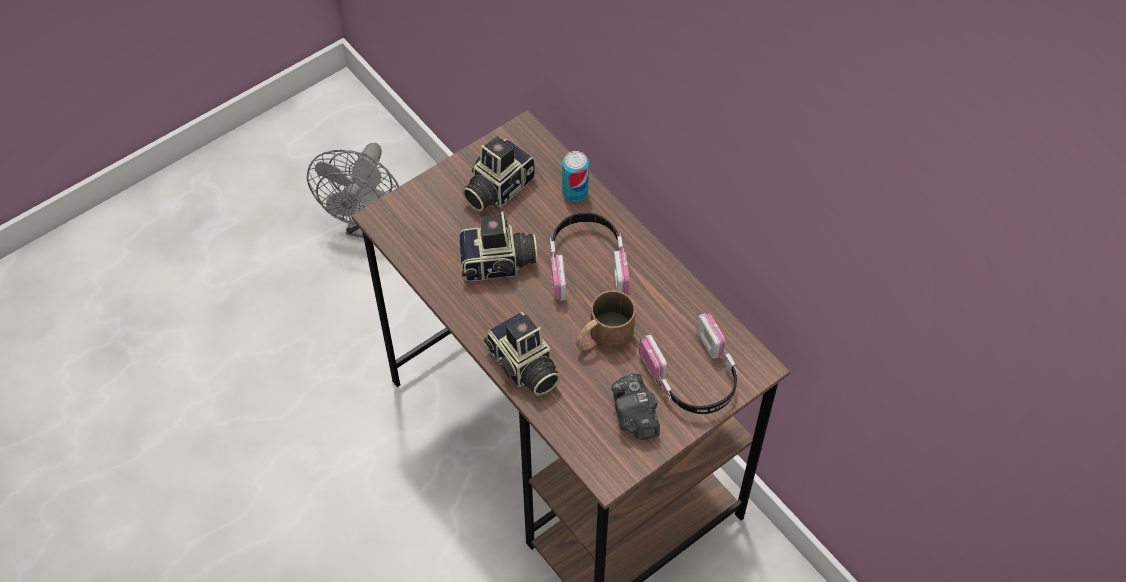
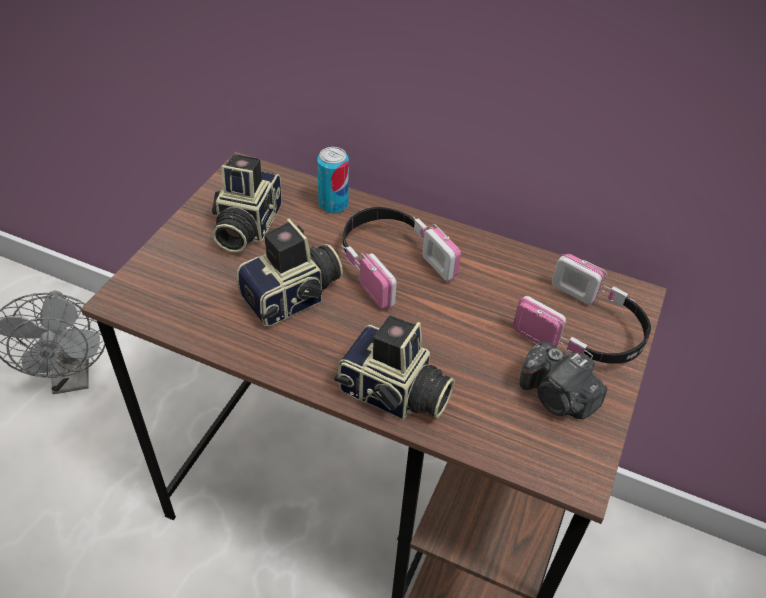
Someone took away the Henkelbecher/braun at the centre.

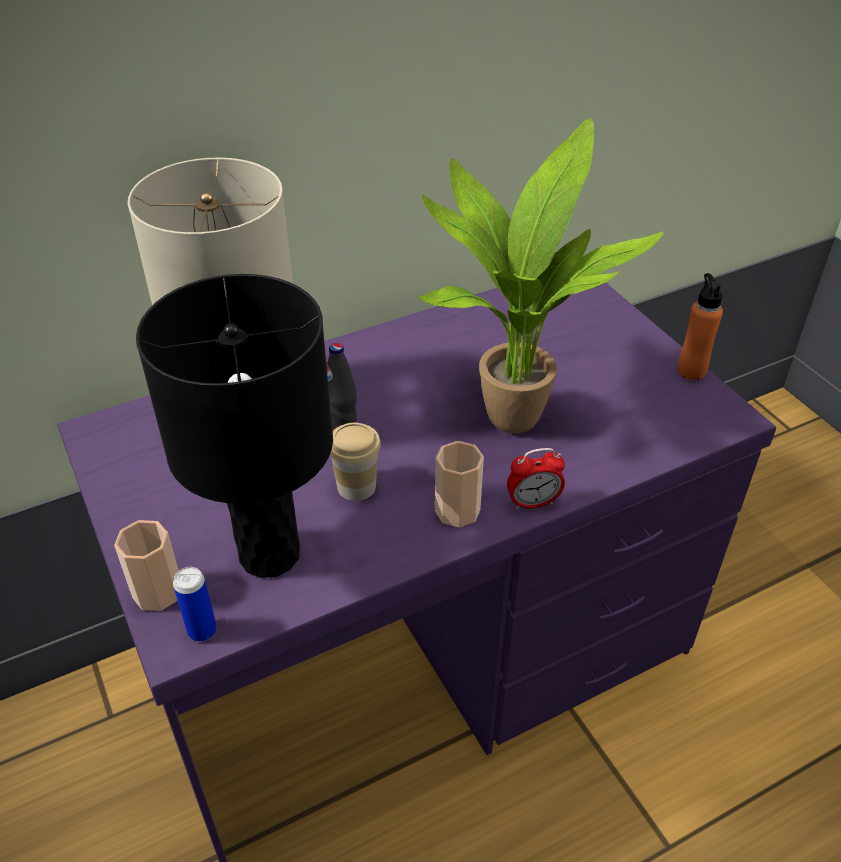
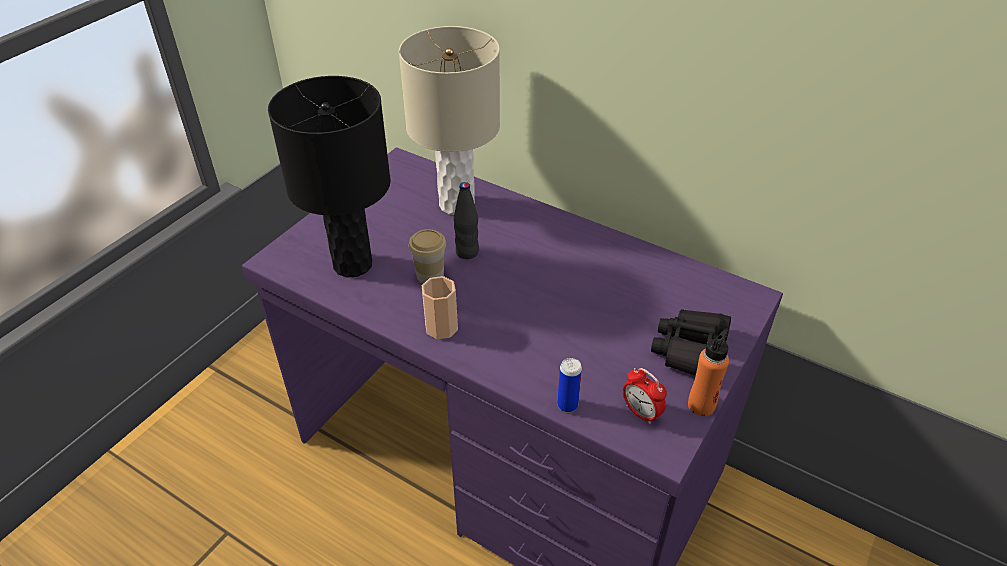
Someone took away the Tasse (1st from left) at the middle left. Someone took away the Topfpflanze at the top centre. Someone put down the Fernglas/schwarz at the middle right. Someone carried the Dose from the bottom left to the bottom centre. Someone carried the Wecker from the centre to the bottom centre.

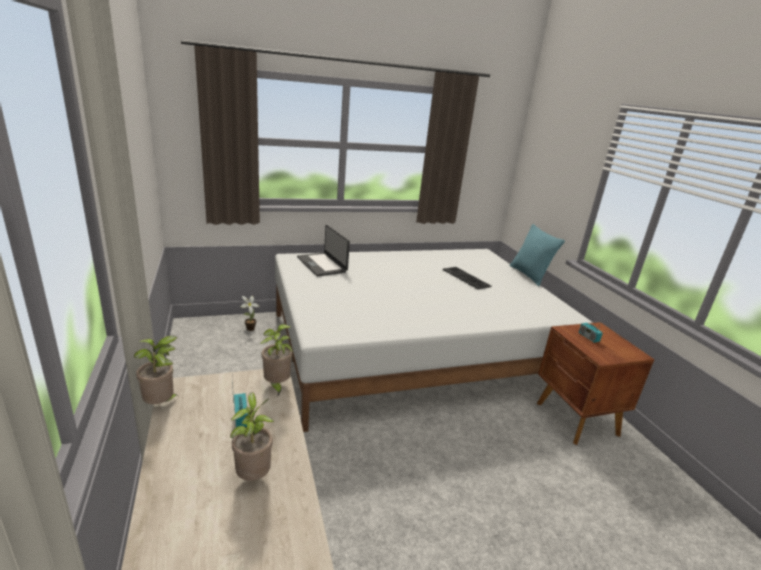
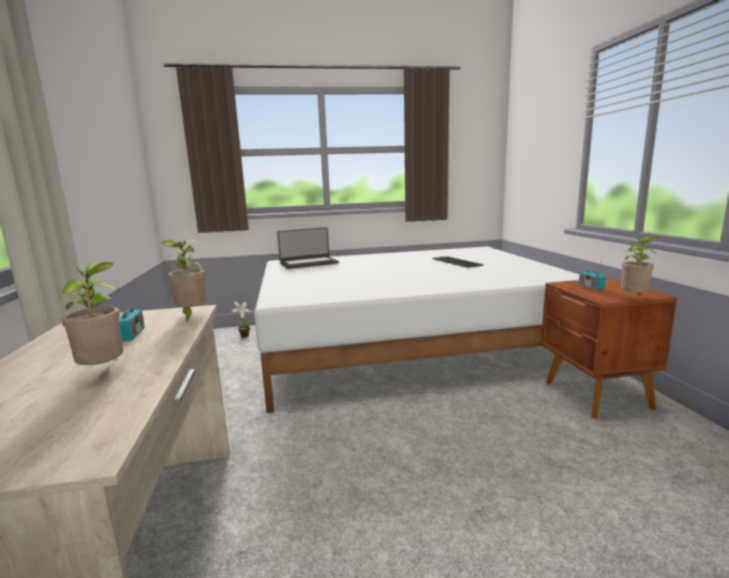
Someone took away the Kissen/türkis at the middle right. Someone carried the Topfpflanze (1st from left in the first image) from the middle left to the middle right. Someone rotated the Laptop at the centre by 90 degrees counterclockwise.

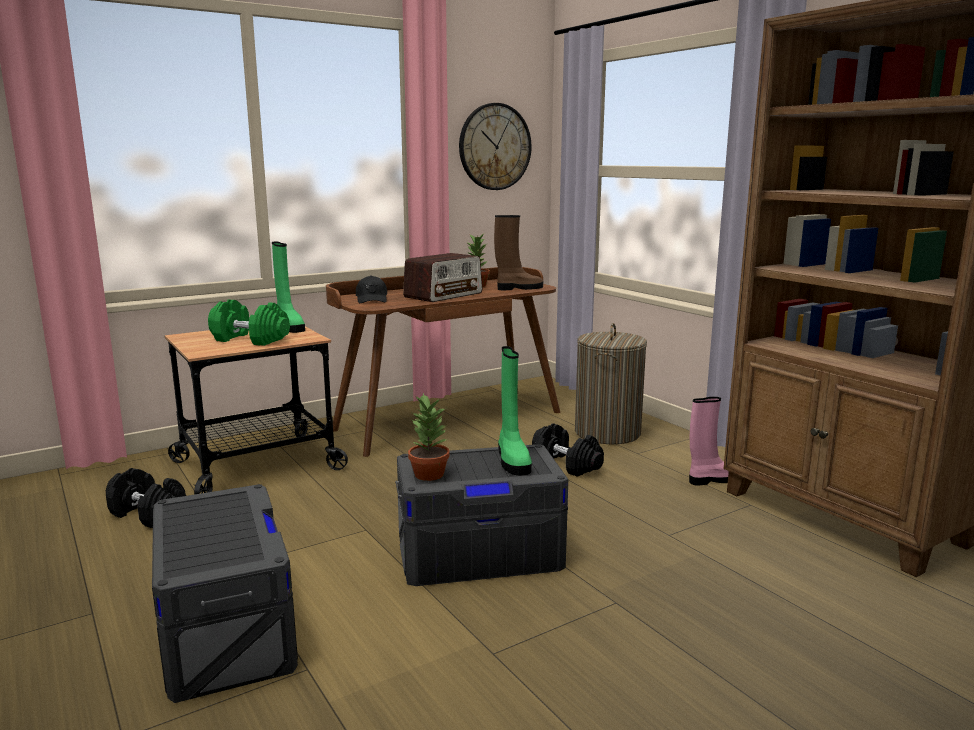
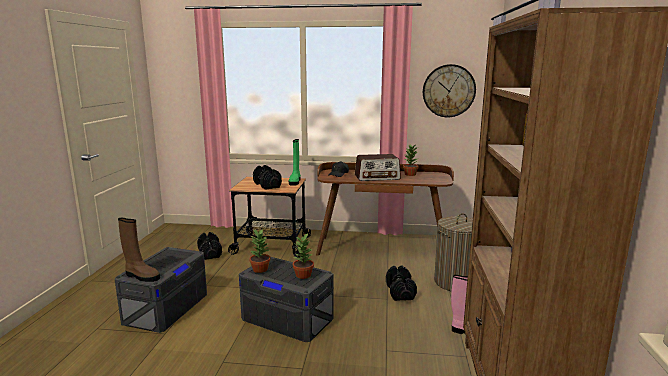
Someone carried the Stiefel/braun from the centre to the middle left. Someone swapped the Stiefel/grün (2nd from left) at the centre for the Topfpflanze (2nd from left) at the bottom centre. Someone repainted the Hantel/grün at the middle left, which became the Hantel/schwarz (2nd from left) at the centre.

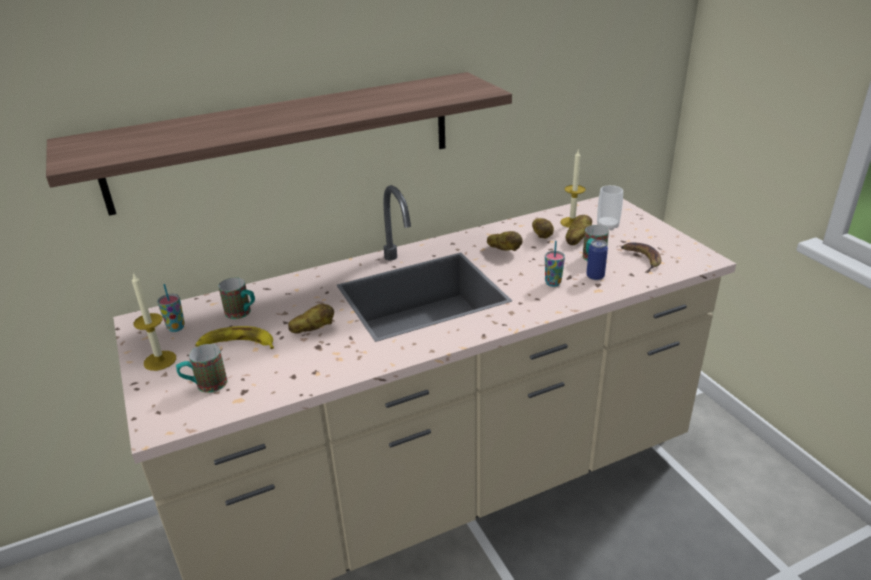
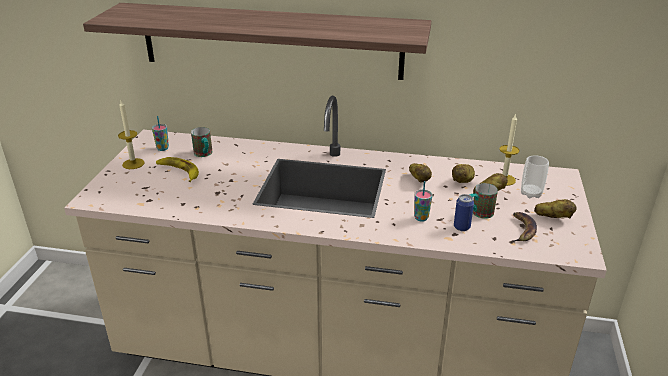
Someone took away the Henkelbecher (1st from left) at the middle left. Someone carried the Kartoffel (1st from left in the first image) from the centre to the middle right.

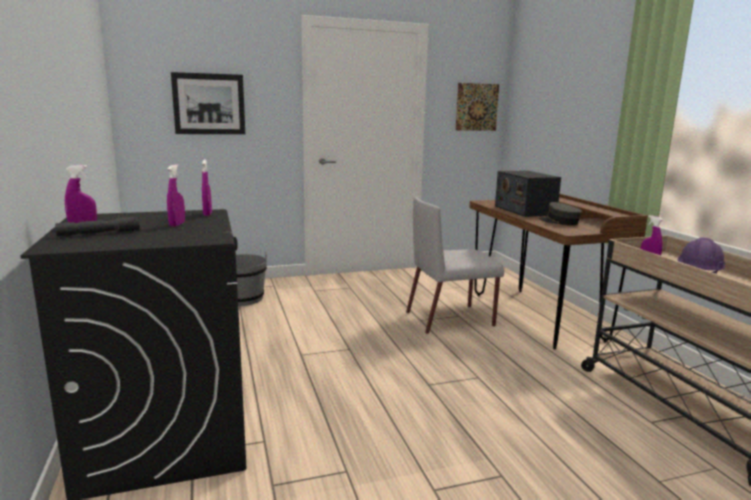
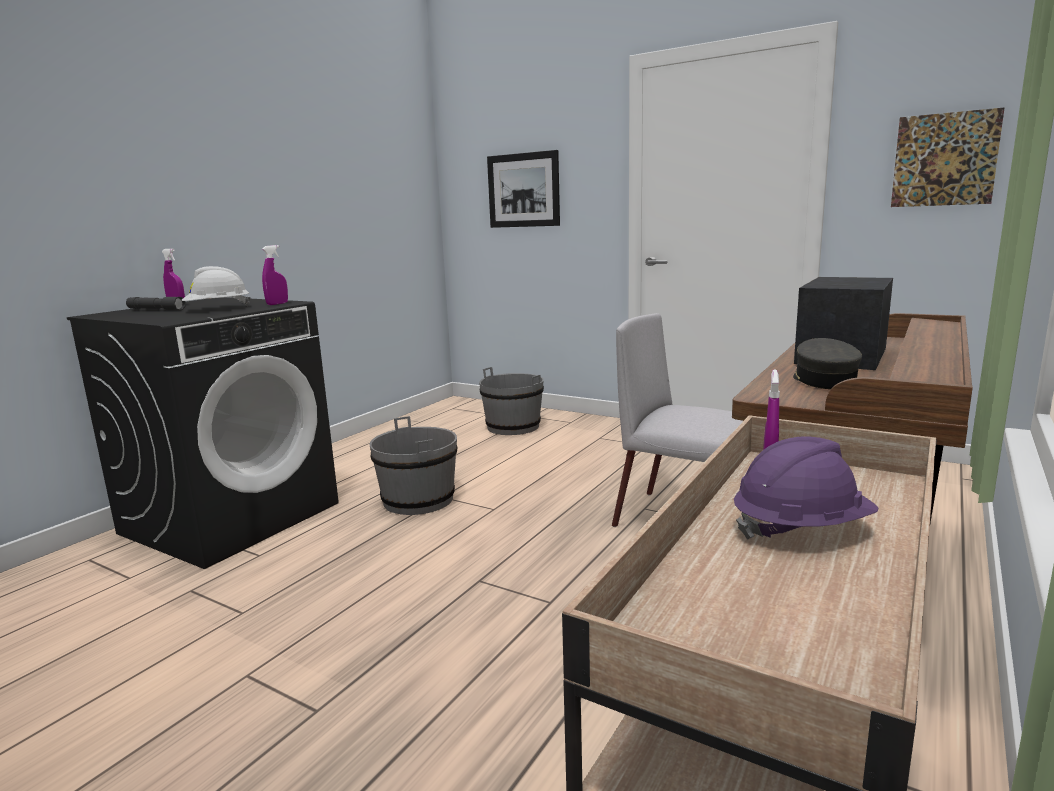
Someone put down the Eimer/grau (1st from left) at the centre. Someone swapped the Sprühflasche/lila (2nd from left) at the middle left for the Schutzhelm/weiß at the middle left.

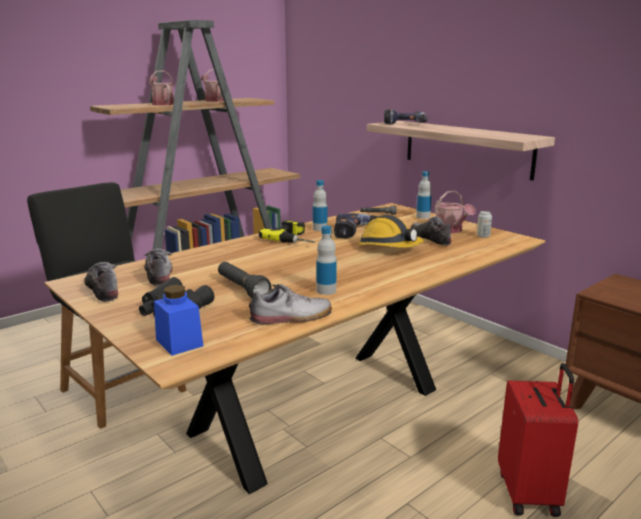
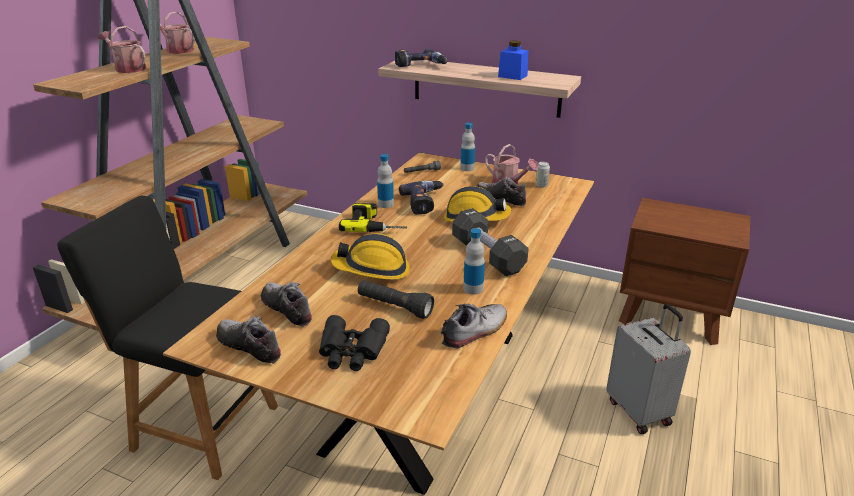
Someone put down the Schutzhelm (1st from left) at the centre. Someone put down the Hantel/schwarz at the centre. Someone carried the Vorratsglas/blau from the middle left to the top centre. Someone repainted the Koffer/rot at the bottom right, which became the Koffer/grau at the bottom right.

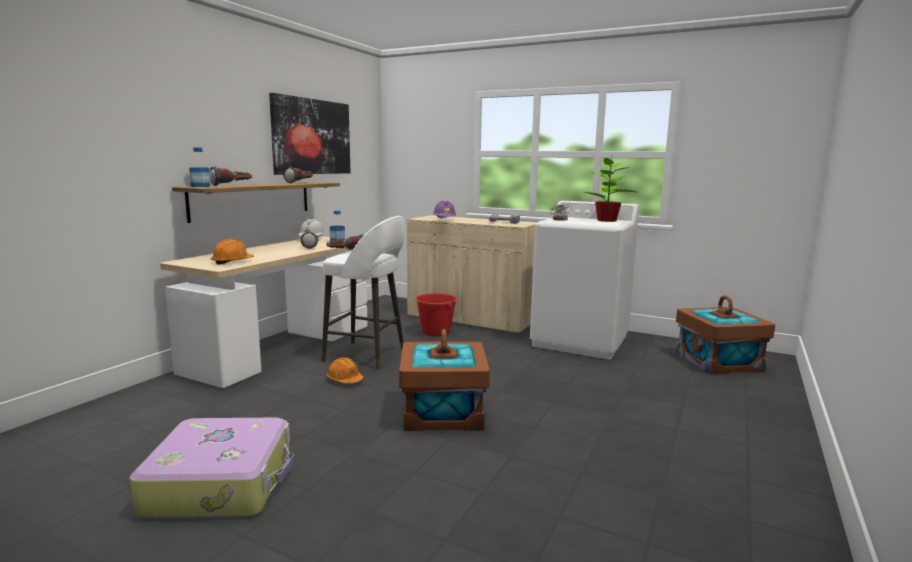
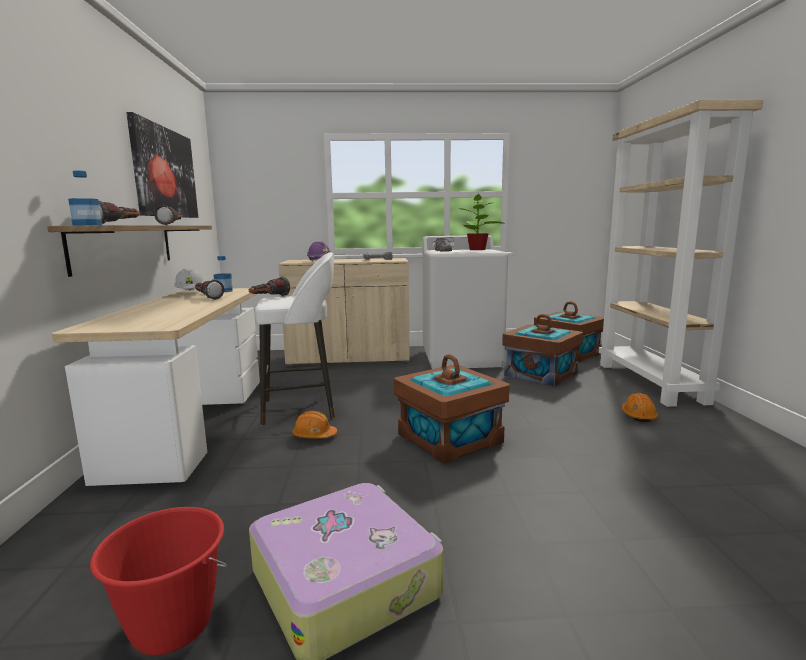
Someone put down the Aufbewahrungsbox/braun (2nd from left) at the middle right. Someone put down the Bücherregal/beige at the middle right. Someone carried the Schutzhelm/orange (1st from left in the first image) from the middle left to the middle right. Someone carried the Eimer/rot from the centre to the bottom left.

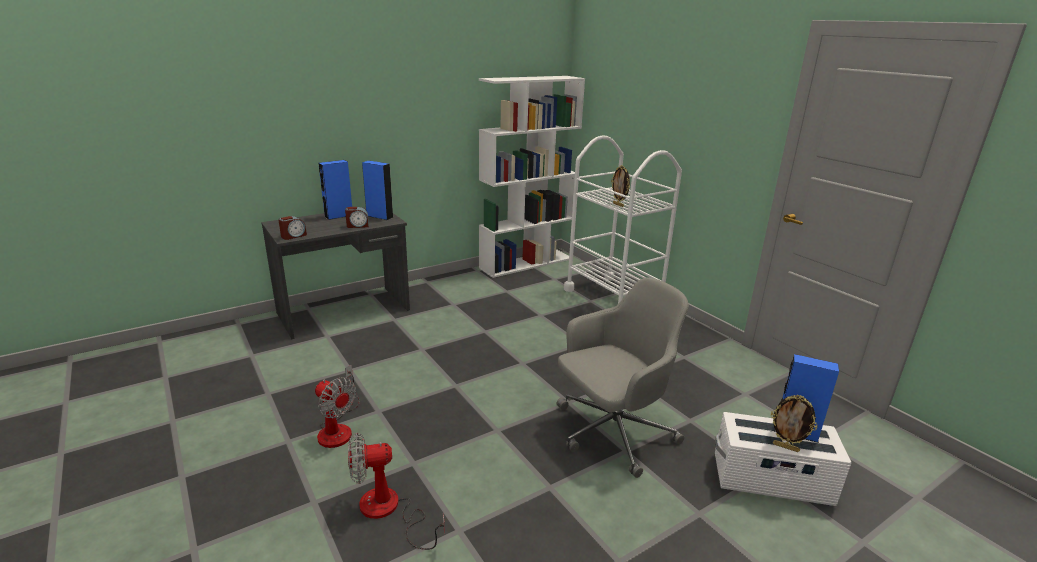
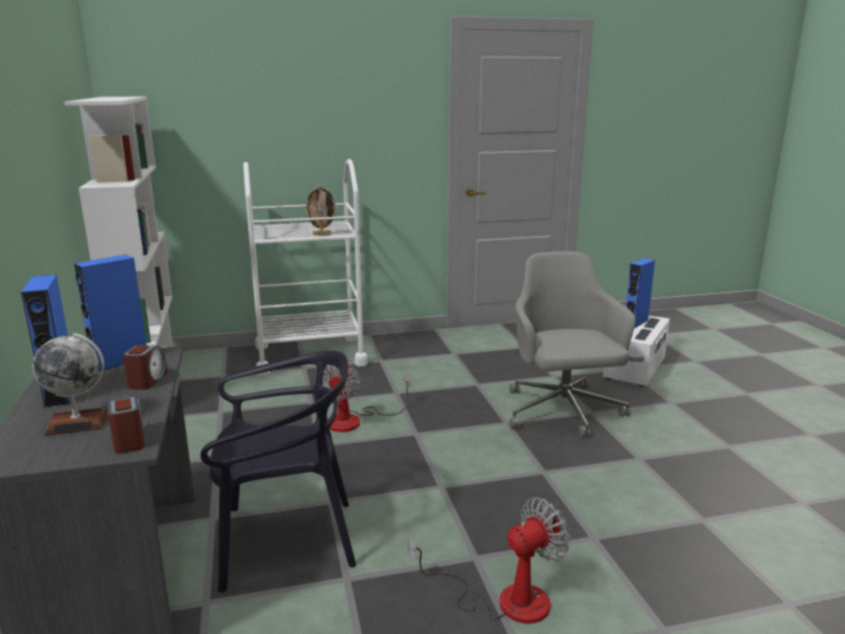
Someone took away the Bilderrahmen (2nd from left) at the bottom right. Someone put down the Globus at the middle left. Someone put down the Stuhl/schwarz at the bottom left. Someone carried the Ventilator (2nd from left in the first image) from the bottom centre to the centre.

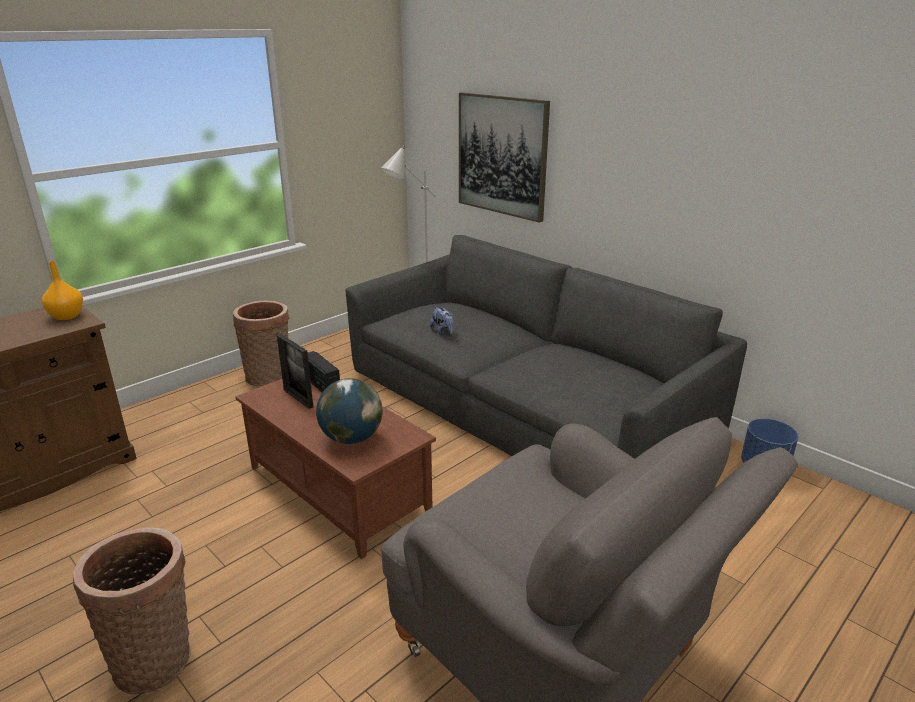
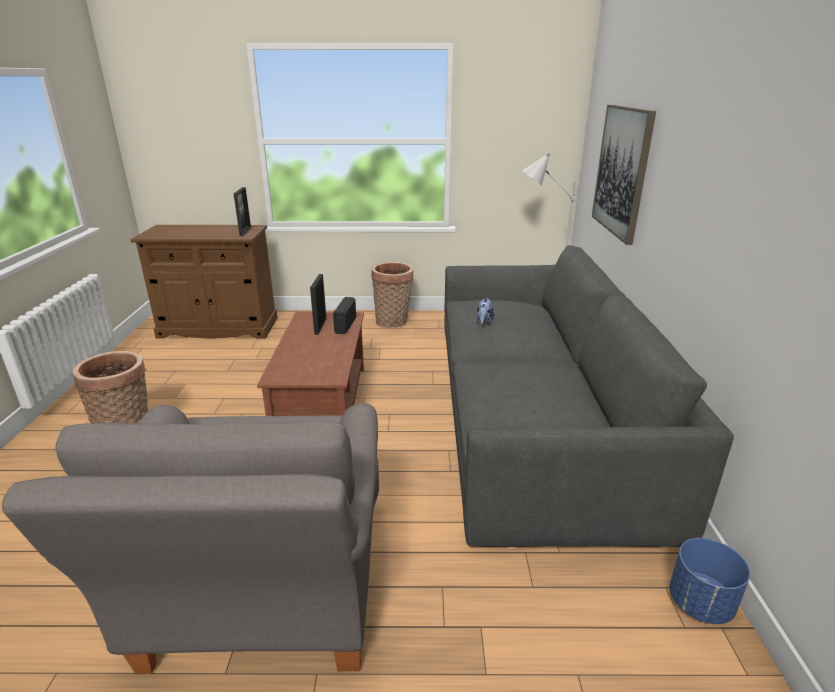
Someone took away the Globus at the centre. Someone swapped the Vase/orange at the middle left for the Bilderrahmen (1st from left) at the top left.

